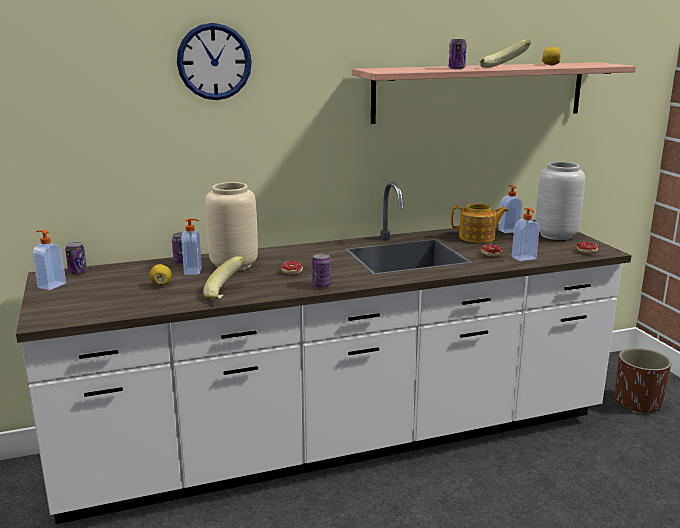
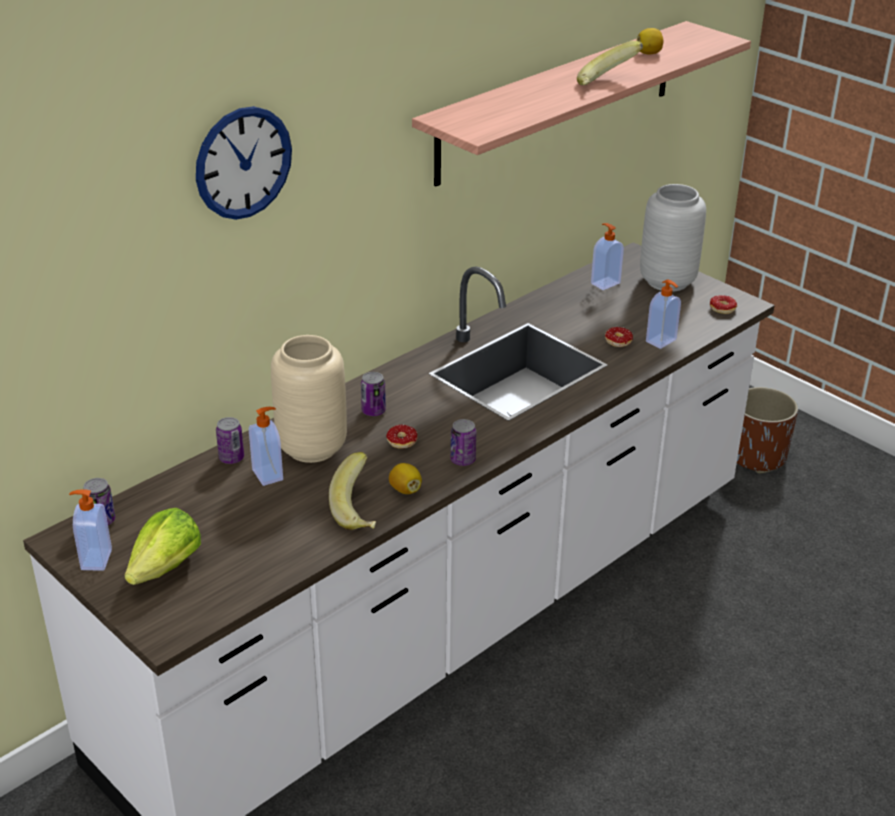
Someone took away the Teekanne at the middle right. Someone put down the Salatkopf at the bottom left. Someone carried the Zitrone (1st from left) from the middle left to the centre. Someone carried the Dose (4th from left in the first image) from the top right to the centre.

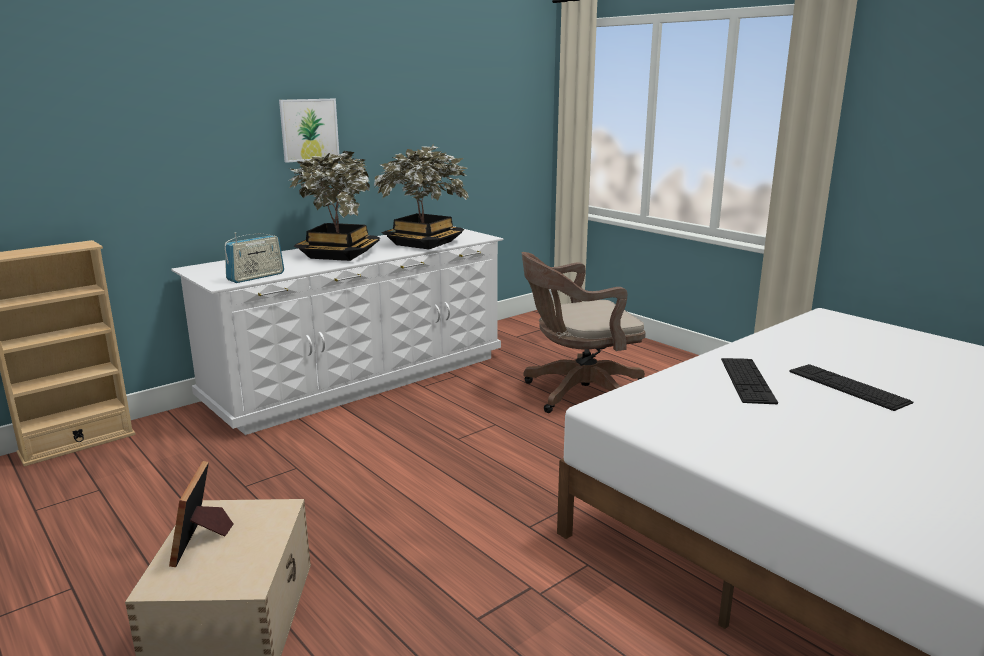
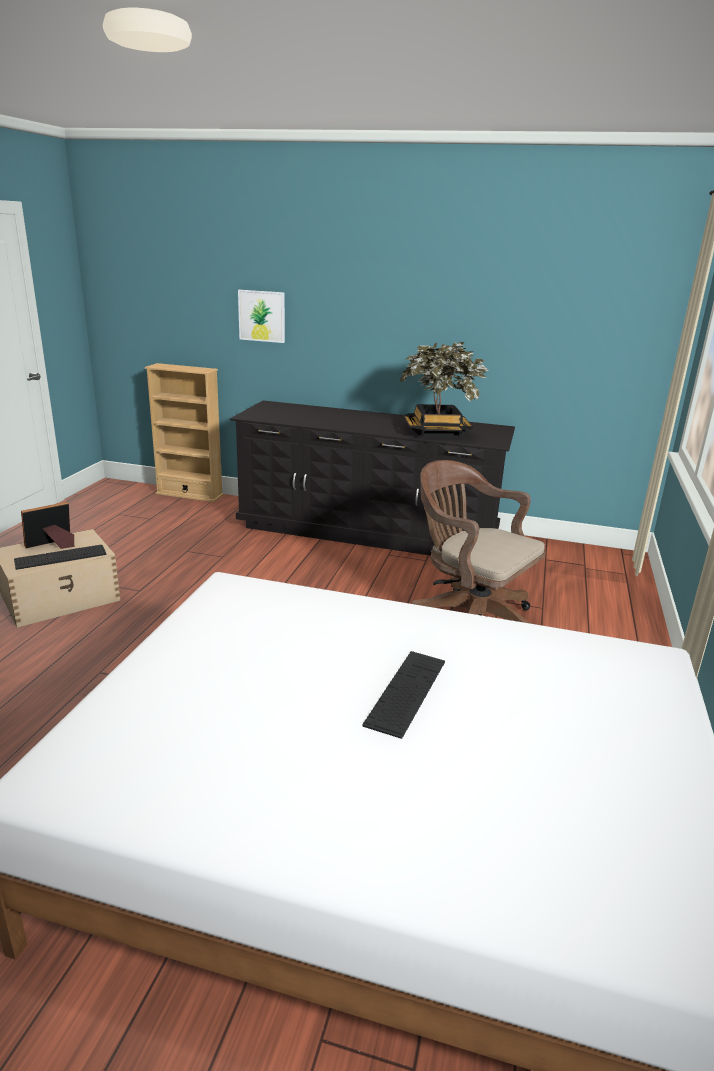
Someone took away the Radio at the middle left. Someone took away the Topfpflanze (1st from left) at the top centre. Someone carried the Bild from the top left to the top centre. Someone carried the Tastatur (1st from left) from the middle right to the middle left. Someone repainted the Kommode/weiß at the centre, which became the Kommode/schwarz at the centre.

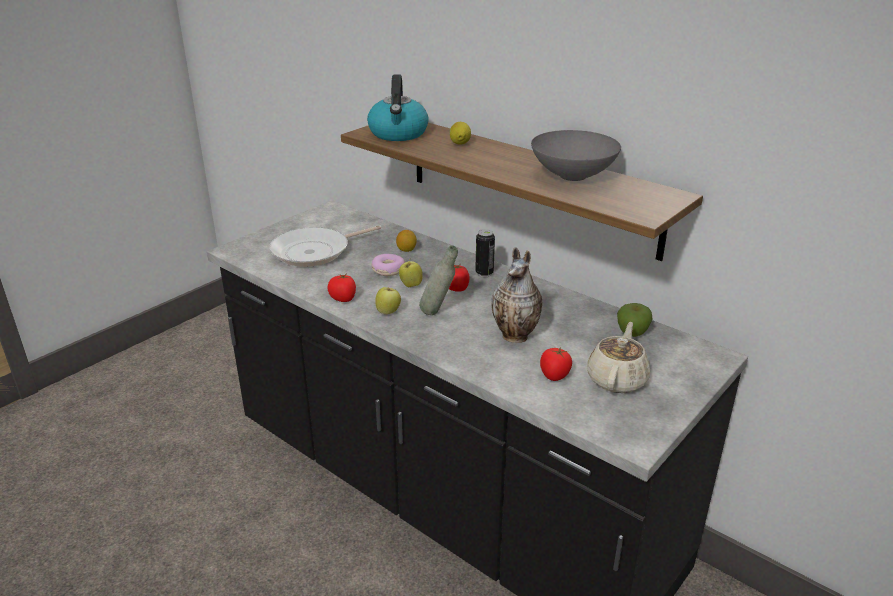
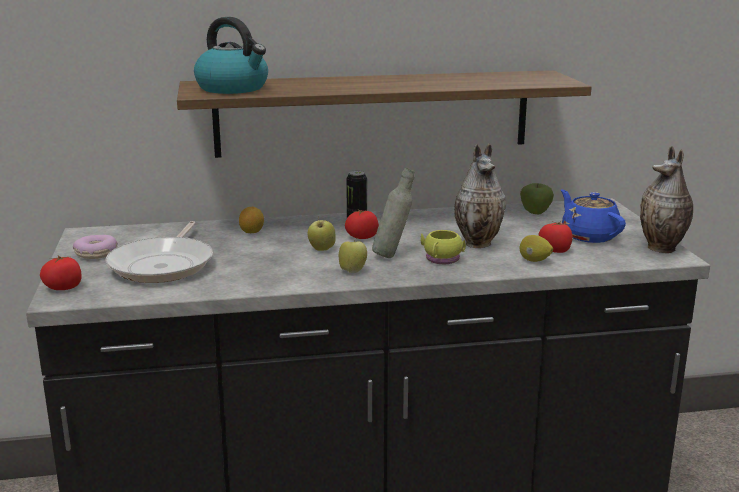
Someone took away the Schüssel/grau at the top centre. Someone put down the Henkelbecher/gelb at the centre. Someone put down the Vase (2nd from left) at the middle right. Someone carried the Tomate (1st from left) from the centre to the middle left. Someone carried the Donut from the centre to the middle left. Someone carried the Zitrone (2nd from left) from the top centre to the middle right. Someone repainted the Teekanne/beige at the middle right, which became the Teekanne/blau at the middle right.

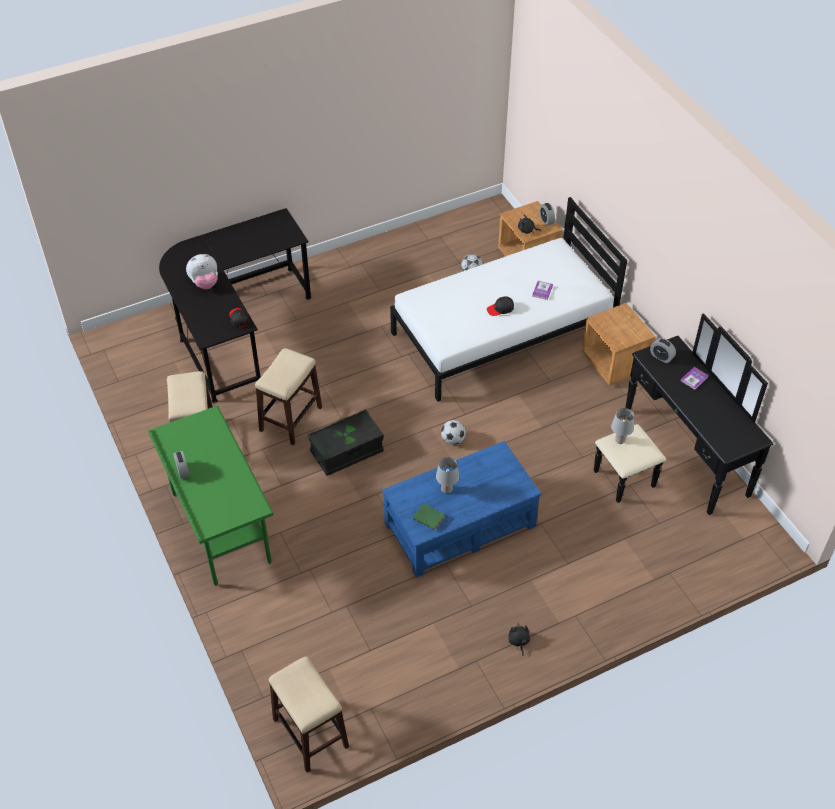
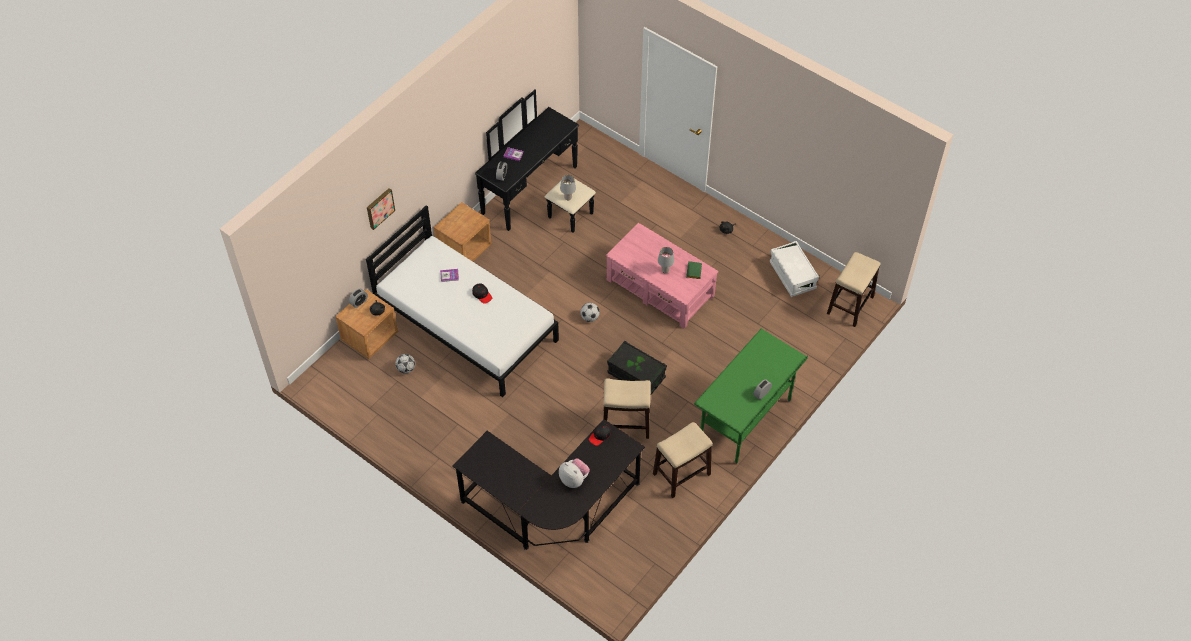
Someone put up the Bild at the top left. Someone put down the Aufbewahrungsbox/weiß at the middle right. Someone repainted the Couchtisch/blau at the centre, which became the Couchtisch/rosa at the centre.

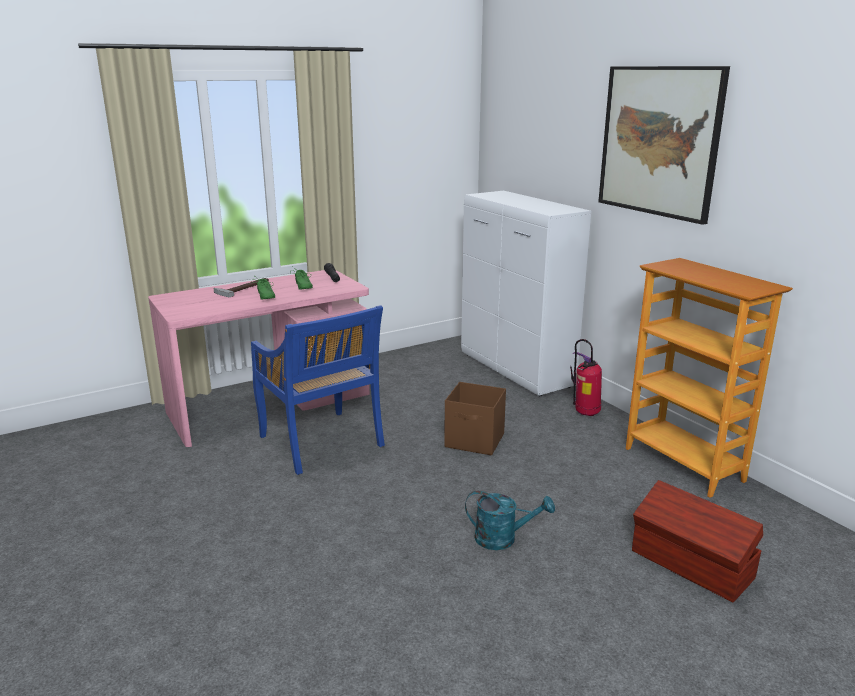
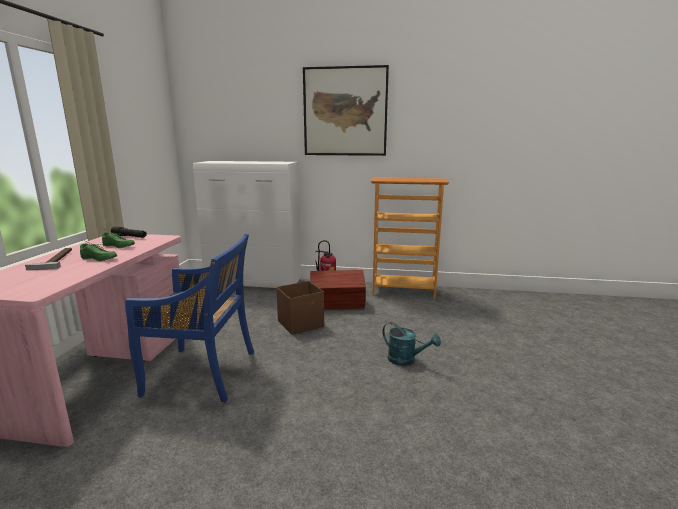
Someone carried the Aufbewahrungsbox/braun (2nd from left) from the bottom right to the centre. Someone rotated the Gießkanne/türkis at the bottom centre by 75 degrees clockwise.

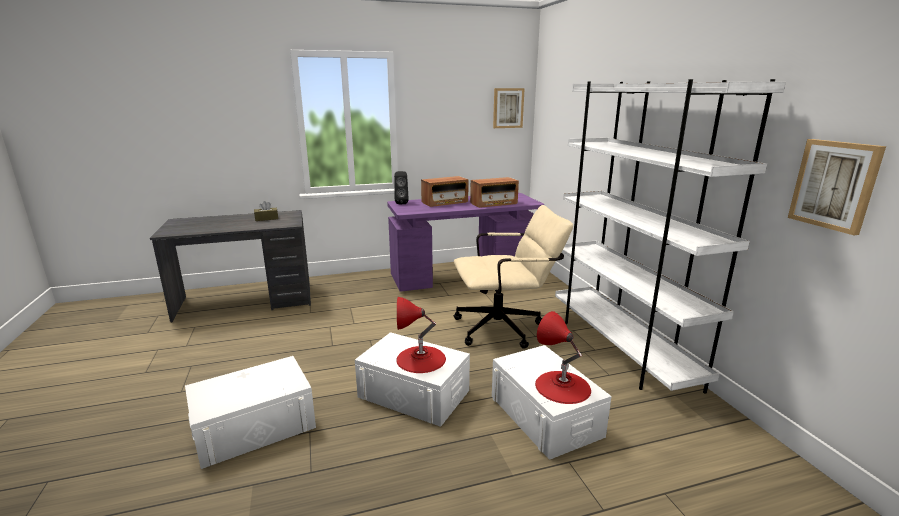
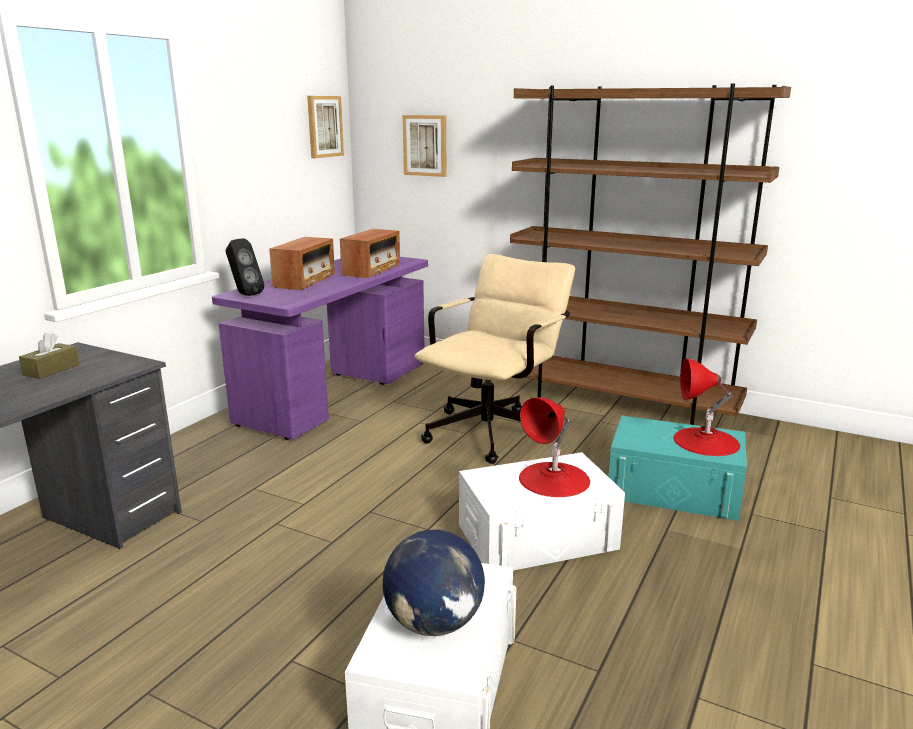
Someone put down the Globus at the bottom centre. Someone carried the Bild (2nd from left) from the middle right to the top centre. Someone repainted the Aufbewahrungsbox/weiß (3rd from left) at the bottom centre, which became the Aufbewahrungsbox/türkis at the middle right. Someone repainted the Bücherregal/weiß at the middle right, which became the Bücherregal/braun at the middle right.

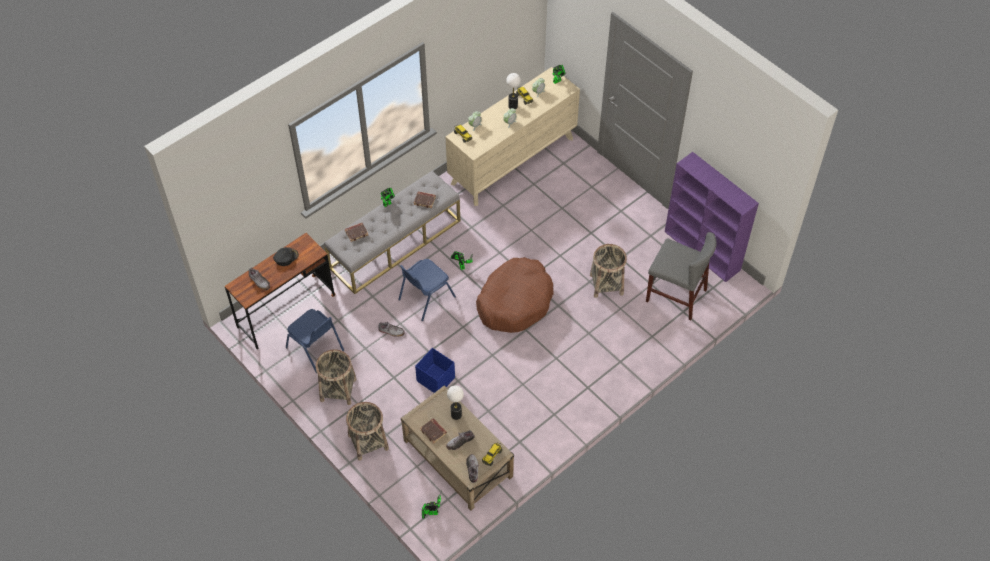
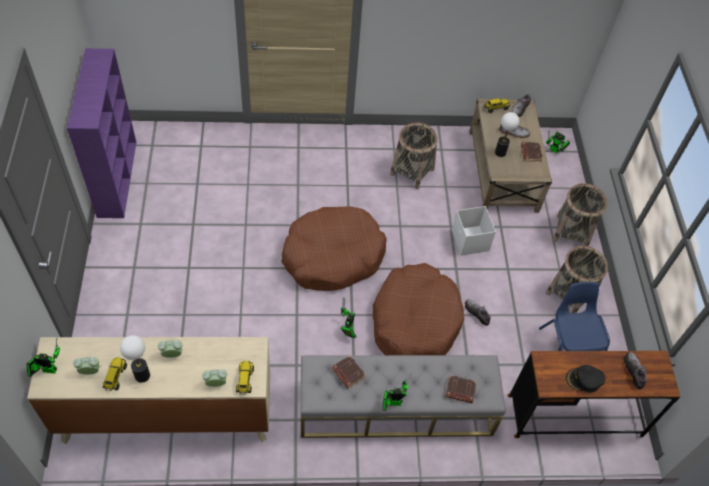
Someone took away the Stuhl/grau at the middle right. Someone carried the Korb (3rd from left in the first image) from the centre to the top centre. Someone swapped the Stuhl/blau (2nd from left) at the centre for the Hundebett/braun (2nd from left) at the centre. Someone repainted the Aufbewahrungsbox/blau at the centre, which became the Aufbewahrungsbox/weiß at the middle right.

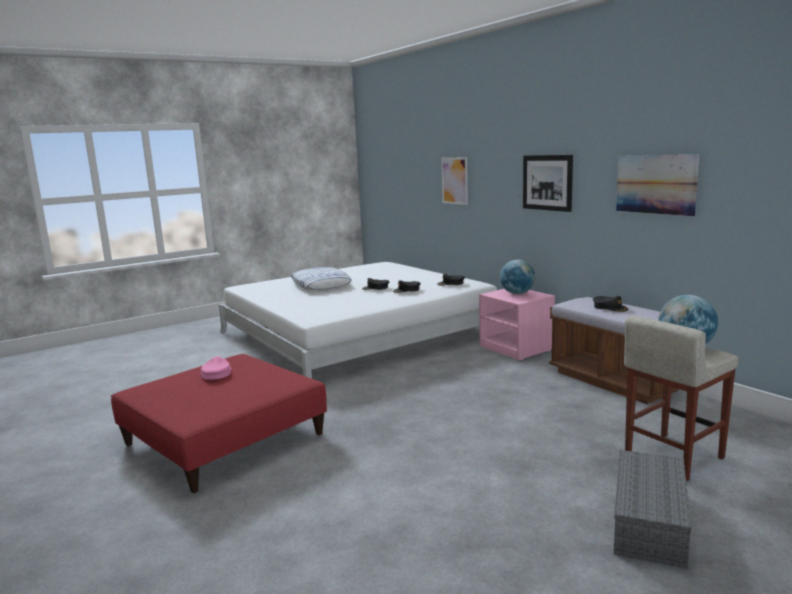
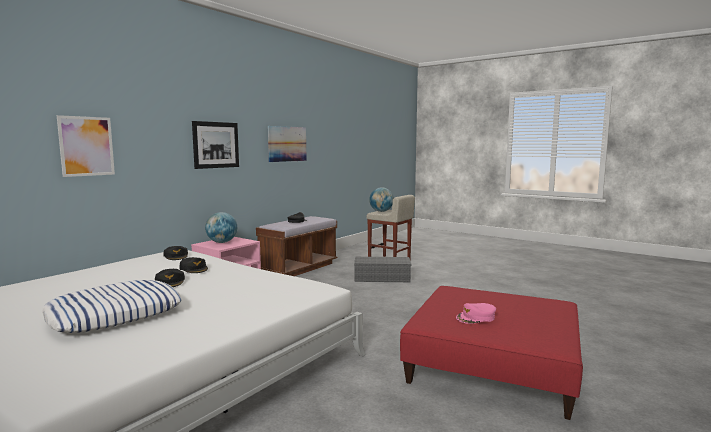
Someone carried the Aufbewahrungsbox/grau from the bottom right to the centre.

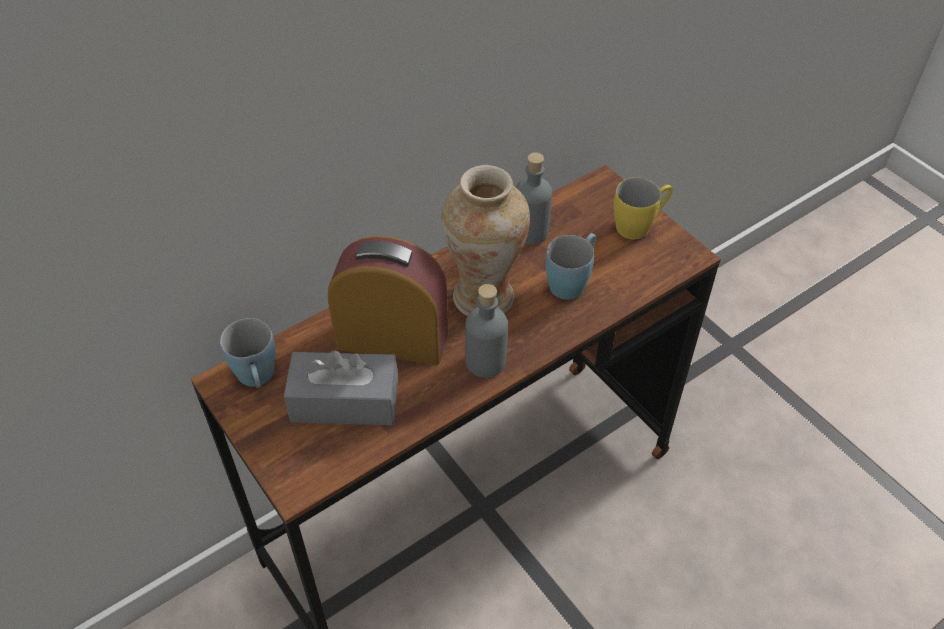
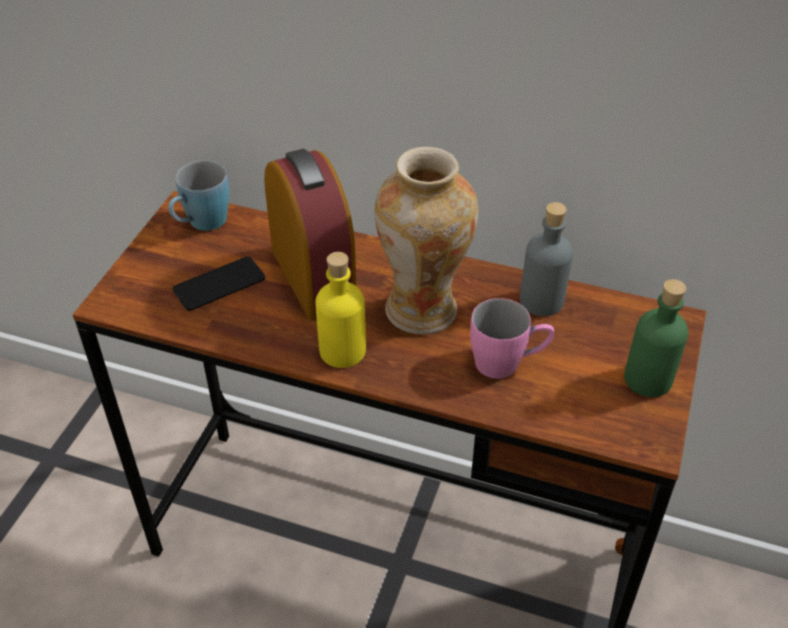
Someone swapped the Taschentuchbox/grau at the centre for the Handy at the middle left. Someone swapped the Henkelbecher/gelb at the top right for the Flasche/grün at the middle right. Someone repainted the Flasche/grau (1st from left) at the centre, which became the Flasche/gelb at the centre. Someone repainted the Henkelbecher/blau (2nd from left) at the centre, which became the Henkelbecher/rosa at the centre.

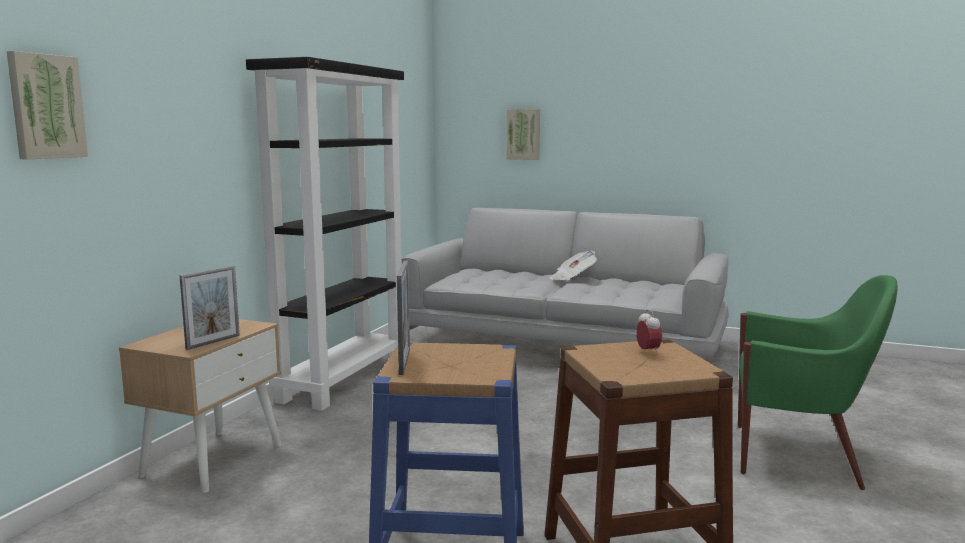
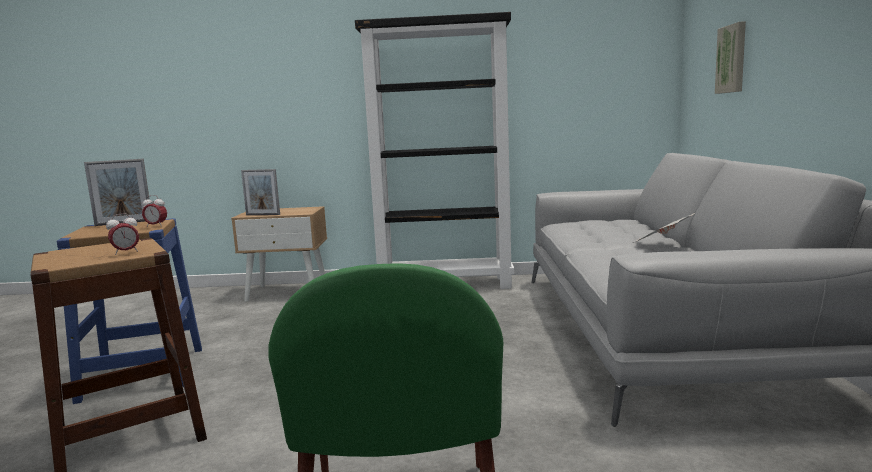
Someone took away the Bild (1st from left) at the top left. Someone put down the Wecker (2nd from left) at the middle left.

